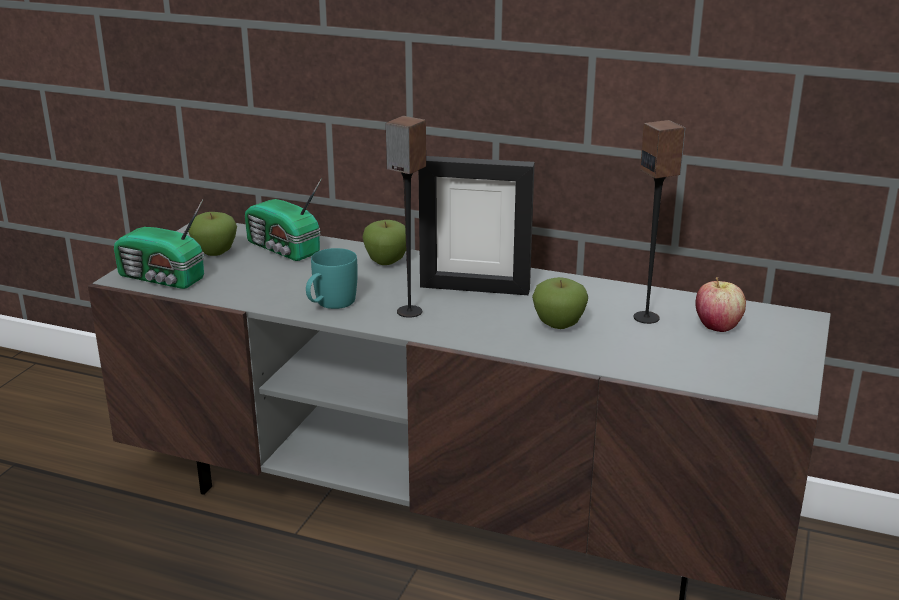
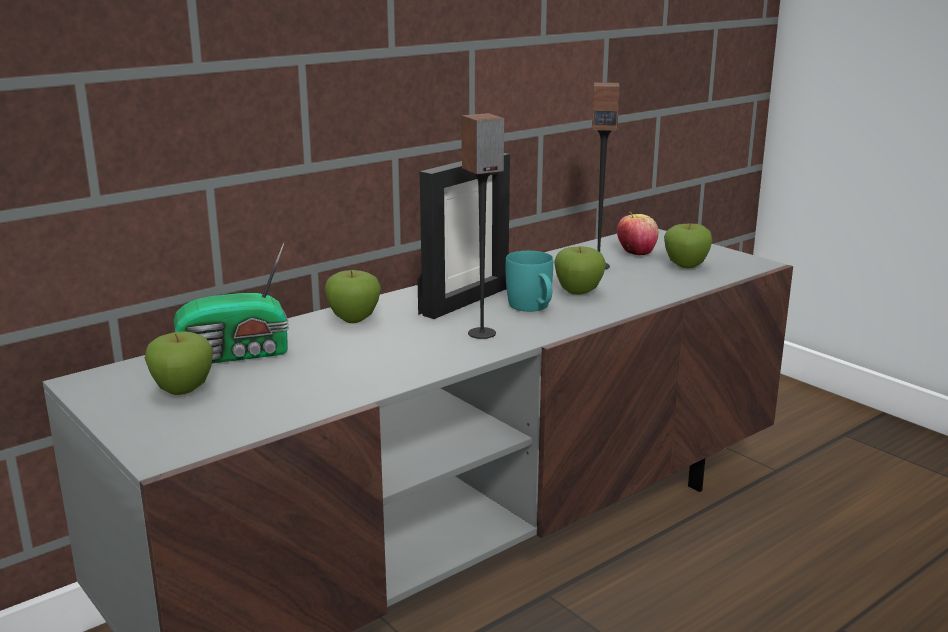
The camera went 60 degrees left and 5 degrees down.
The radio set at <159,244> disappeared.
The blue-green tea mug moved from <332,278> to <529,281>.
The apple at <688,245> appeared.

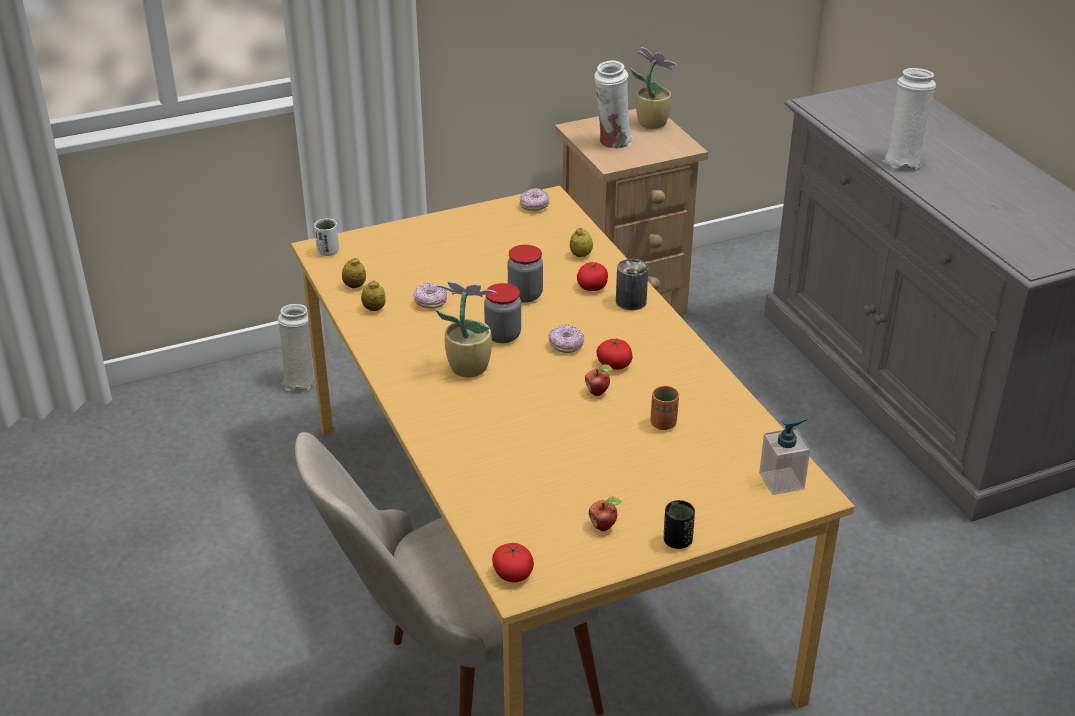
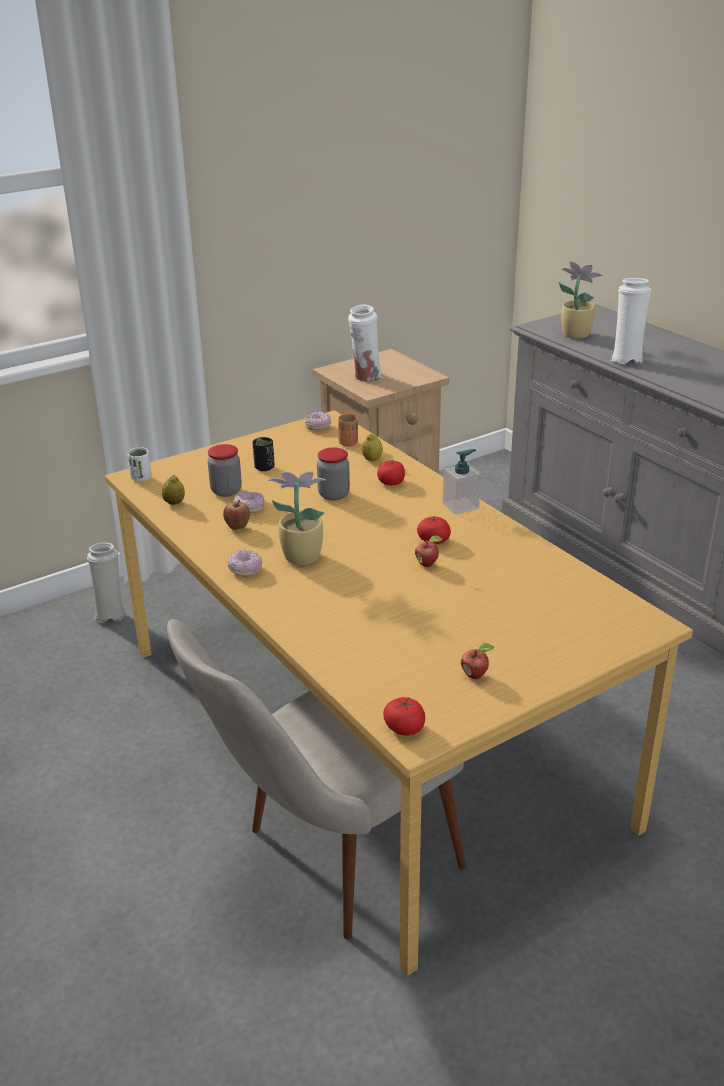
The camera went 10 degrees left and 5 degrees down.
The lemon at <373,296> disappeared.
The storage jar moved from <502,313> to <224,470>.
The donut moved from <566,338> to <245,563>.
The sealed can at <632,284> disappeared.
The plant in a pot moved from <653,88> to <581,300>.
The orange-coloured drinking cup moved from <664,408> to <348,430>.
The blackish drinking cup moved from <679,524> to <263,454>.
The liquid soap bottle moved from <784,456> to <461,482>.
The apple at <236,515> appeared.

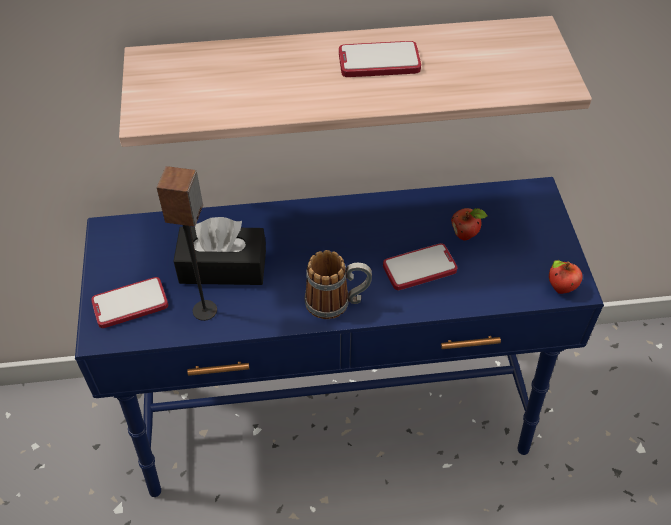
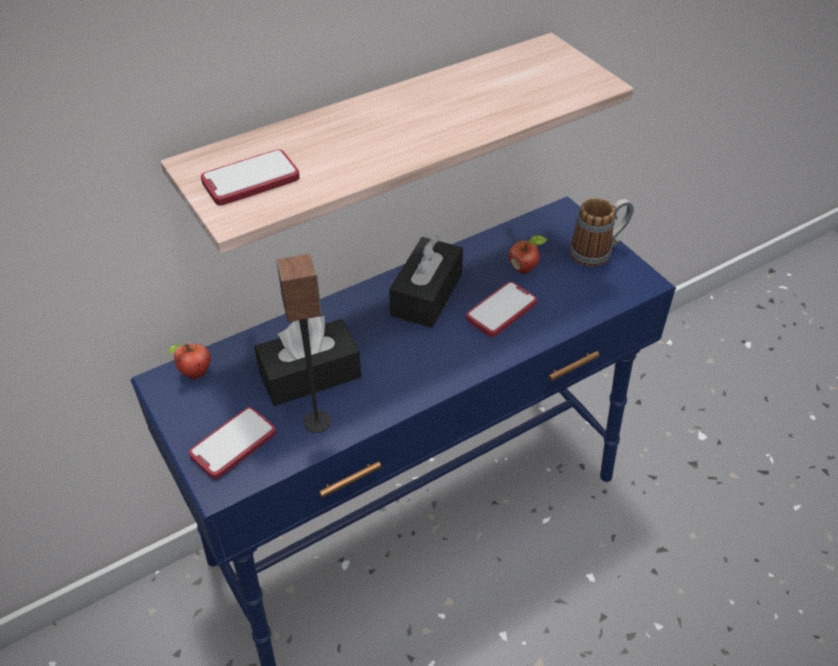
The camera went 25 degrees left and 5 degrees down.
The tea mug moved from <338,284> to <601,232>.
The phone moved from <380,59> to <250,177>.
The apple moved from <566,277> to <190,361>.
The blackish tissue holder at <426,281> appeared.

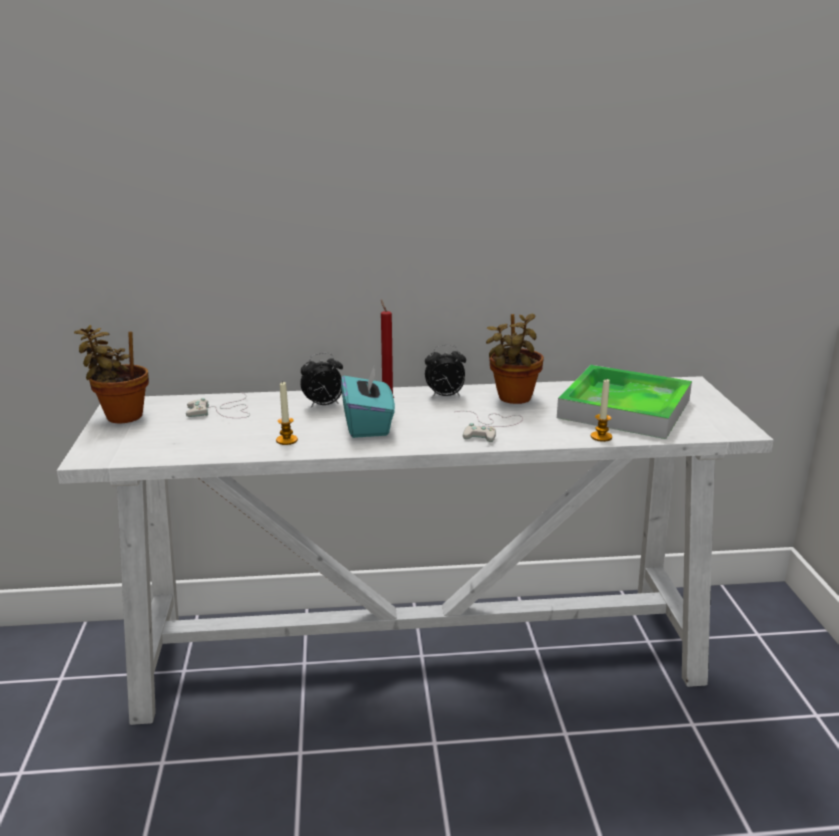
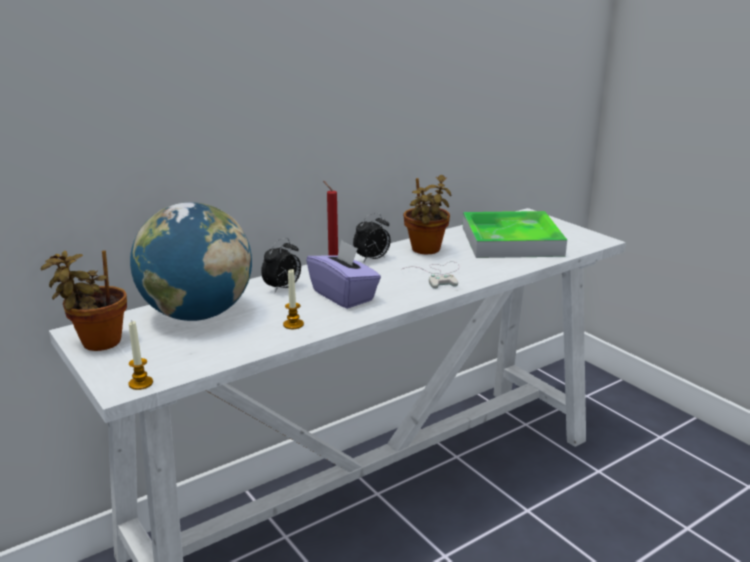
The camera went 30 degrees left and 0 degrees up.
The white joypad at <218,405> was replaced by the world globe at <191,261>.
The blue-green tissue holder at <368,401> became the purple-coloured tissue holder at <343,274>.
The wax candle moved from <601,410> to <140,355>.

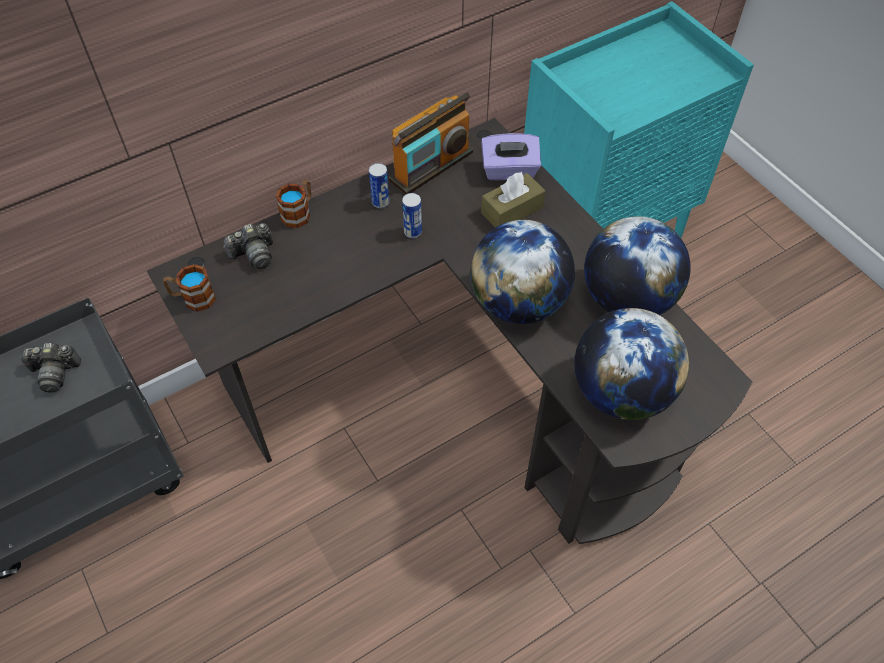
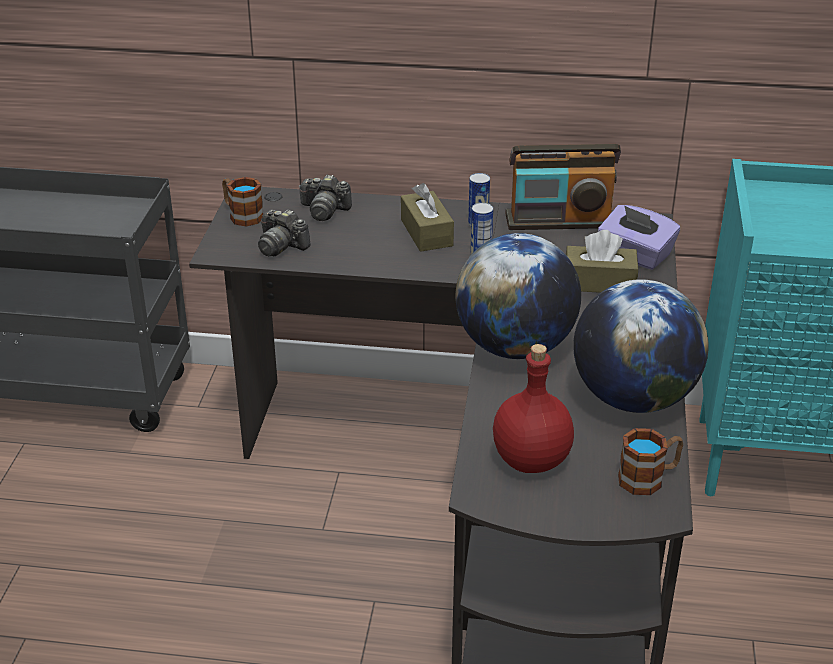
The camera went 40 degrees right and 20 degrees down.
The photo camera moved from <50,367> to <284,233>.
The tea mug moved from <294,204> to <650,461>.
The world globe at <631,364> was replaced by the red beverage bottle at <533,408>.
The brown tissue holder at <427,217> appeared.

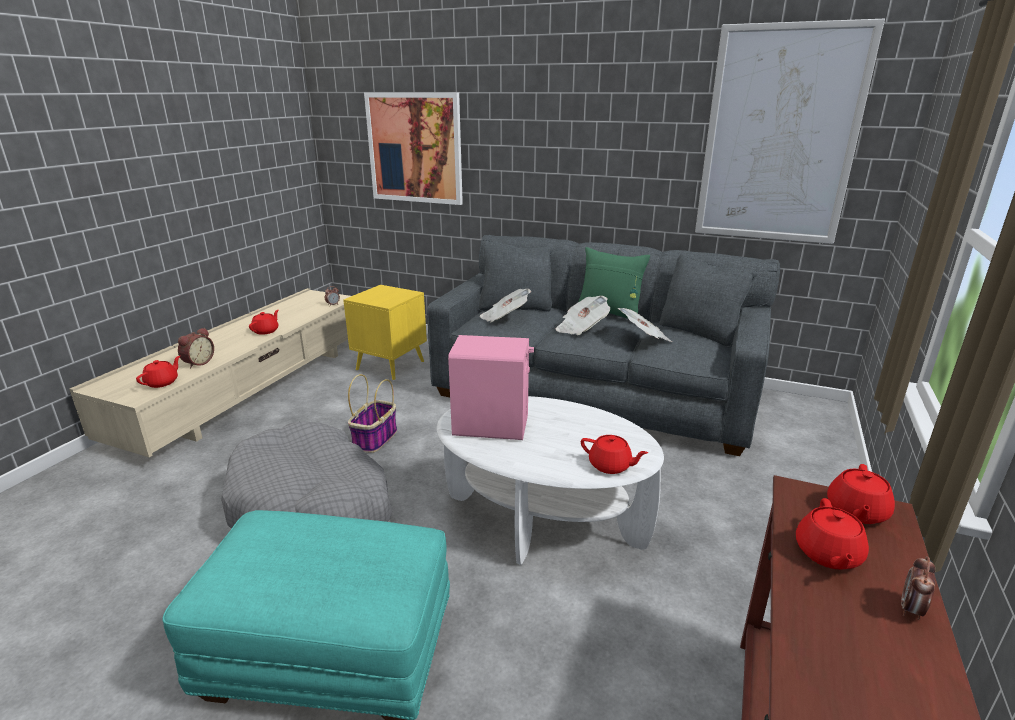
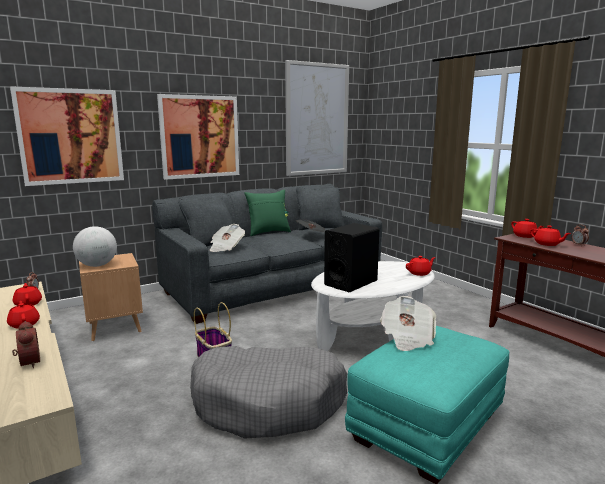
The camera went 55 degrees left and 10 degrees down.
The red teapot moved from <158,372> to <27,294>.
The yellow-coloured side table at <385,333> became the brown side table at <111,297>.
The pink speaker at <491,387> became the blackish speaker at <351,257>.
The newspaper moved from <583,315> to <408,323>.
The world globe at <95,246> appeared.
The wall picture at <198,137> appeared.

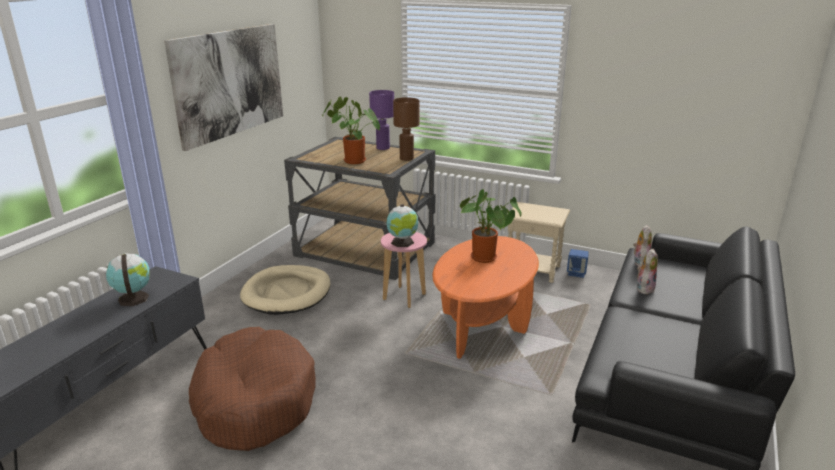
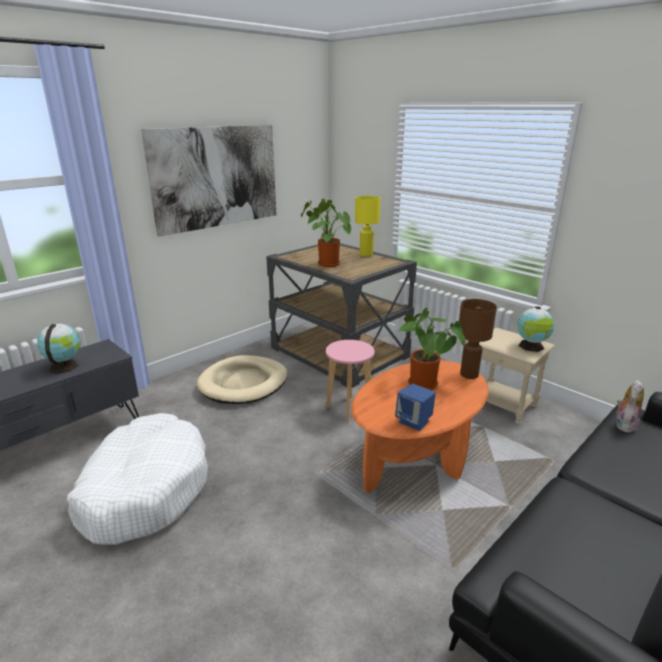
The camera went 20 degrees right and 0 degrees up.
The brown pet bed at <252,389> became the white pet bed at <137,479>.
The purple-coloured lamp for a table at <381,120> became the yellow-coloured lamp for a table at <368,226>.
The world globe moved from <402,225> to <536,329>.
The brown lamp for a table moved from <406,129> to <478,339>.
The blue speaker moved from <578,263> to <415,407>.
The cuddly toy at <647,271> disappeared.

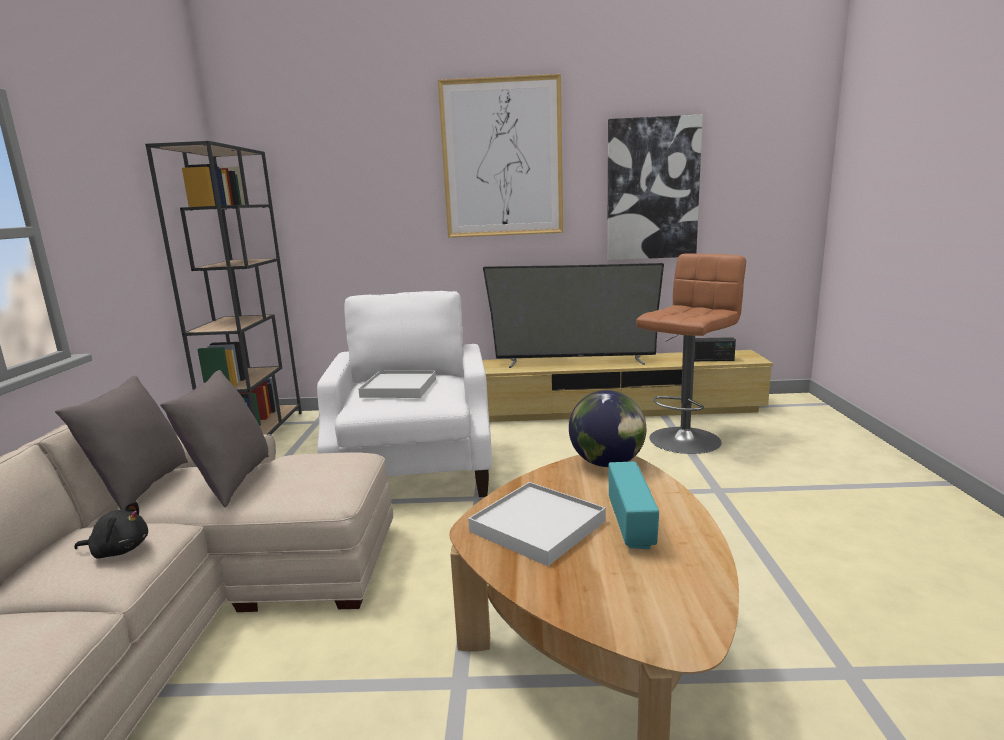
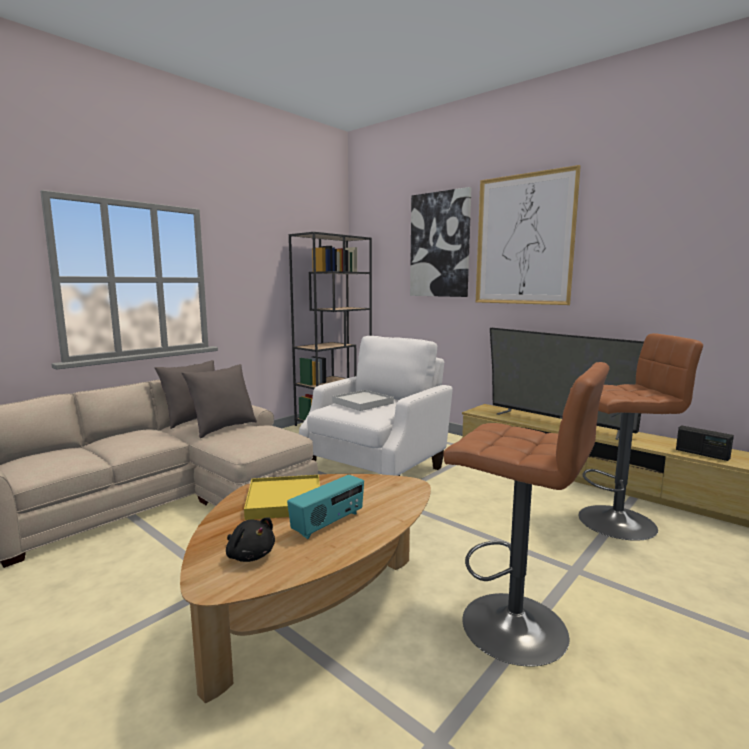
The camera went 40 degrees right and 5 degrees down.
The blackish cuddly toy moved from <111,530> to <250,539>.
The white carrying tray at <537,524> became the yellow-coloured carrying tray at <282,497>.
The world globe at <607,428> disappeared.
The wall picture moved from <655,187> to <440,242>.
The brown sitting stool at <526,514> appeared.

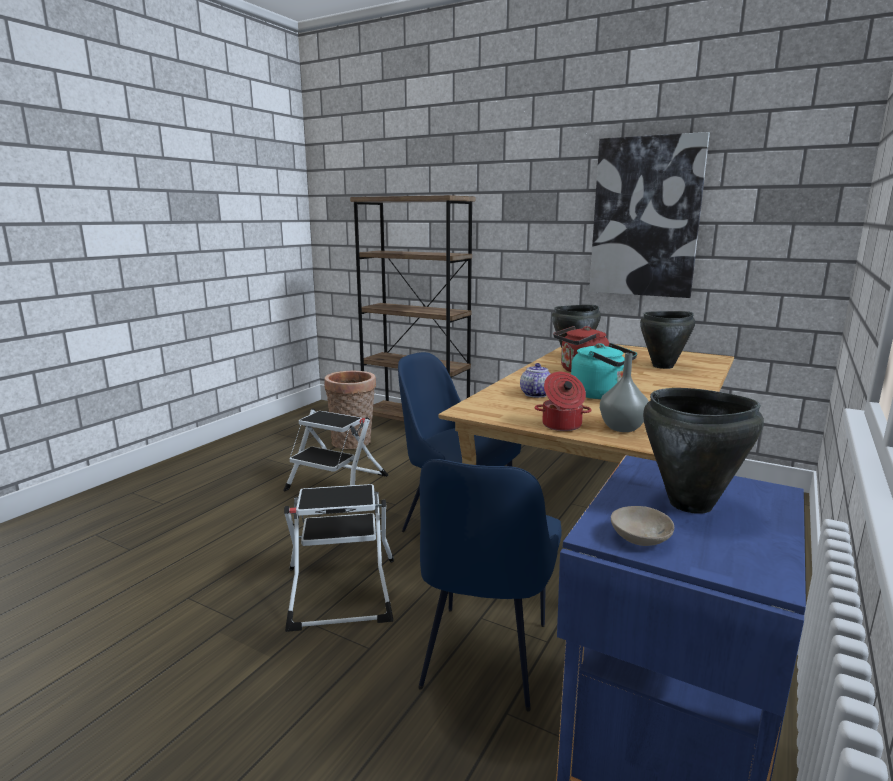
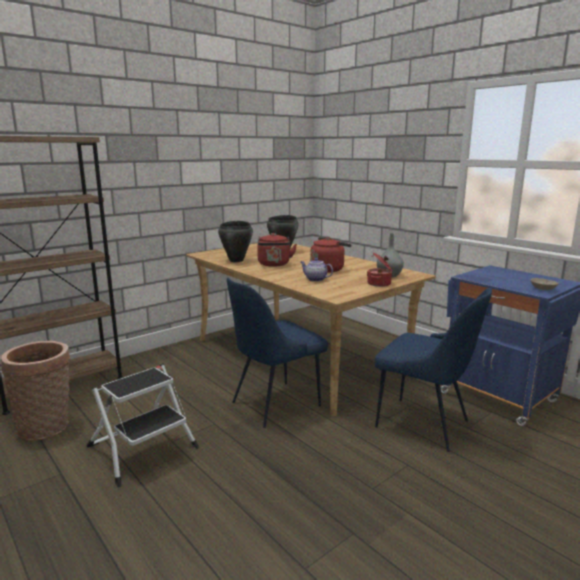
The camera went 70 degrees left and 0 degrees up.
The step ladder at <339,558> disappeared.
The blue-green water kettle at <604,371> became the red water kettle at <331,255>.
The wall picture at <649,215> disappeared.
The blackish stockpot at <703,451> disappeared.

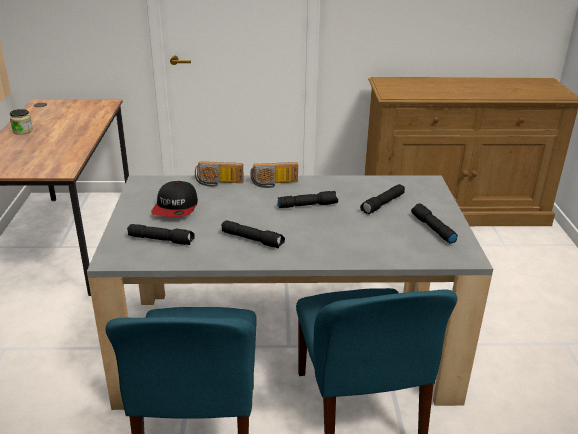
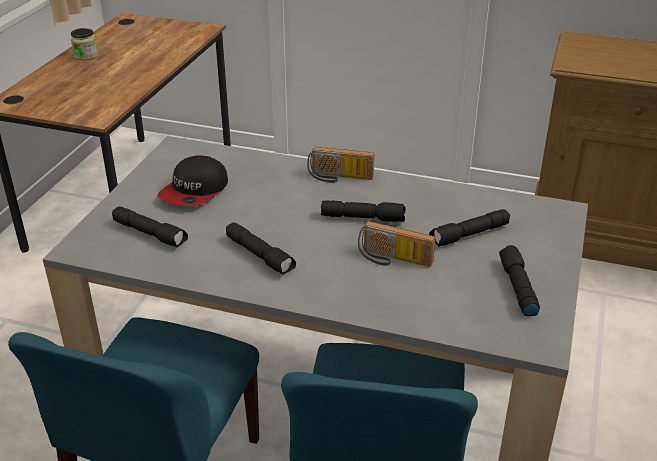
The camera went 20 degrees right and 5 degrees up.
The radio set moved from <219,174> to <397,244>.

